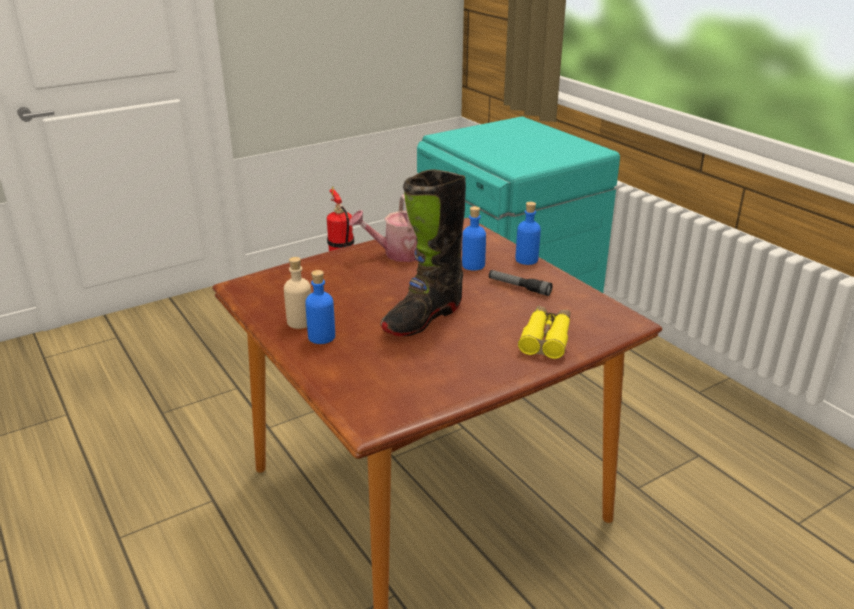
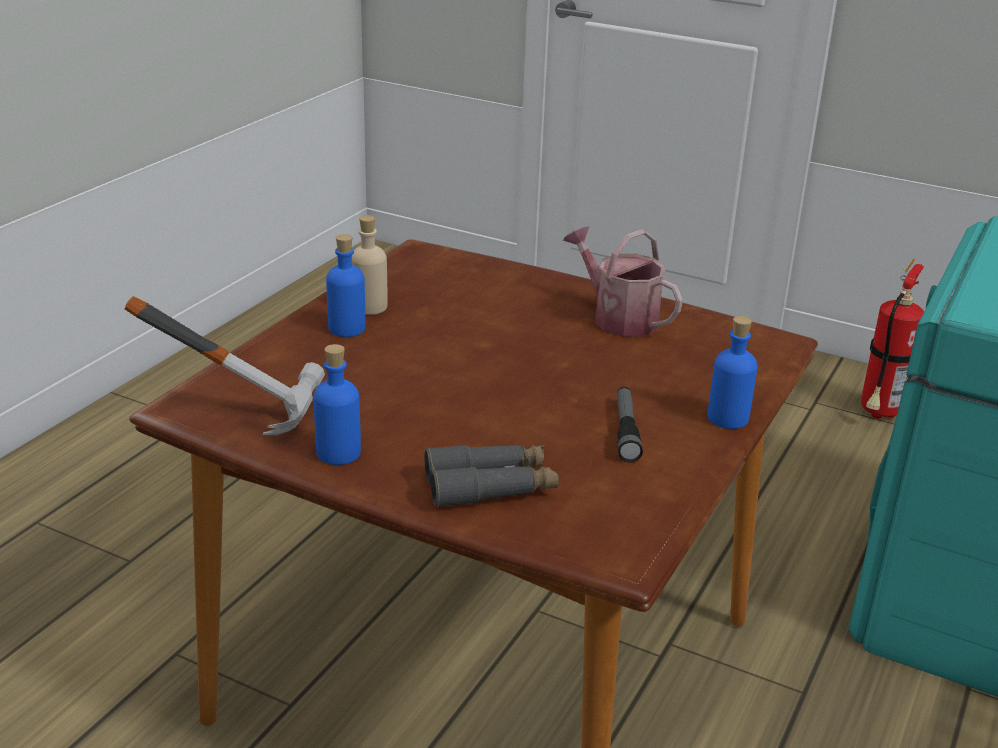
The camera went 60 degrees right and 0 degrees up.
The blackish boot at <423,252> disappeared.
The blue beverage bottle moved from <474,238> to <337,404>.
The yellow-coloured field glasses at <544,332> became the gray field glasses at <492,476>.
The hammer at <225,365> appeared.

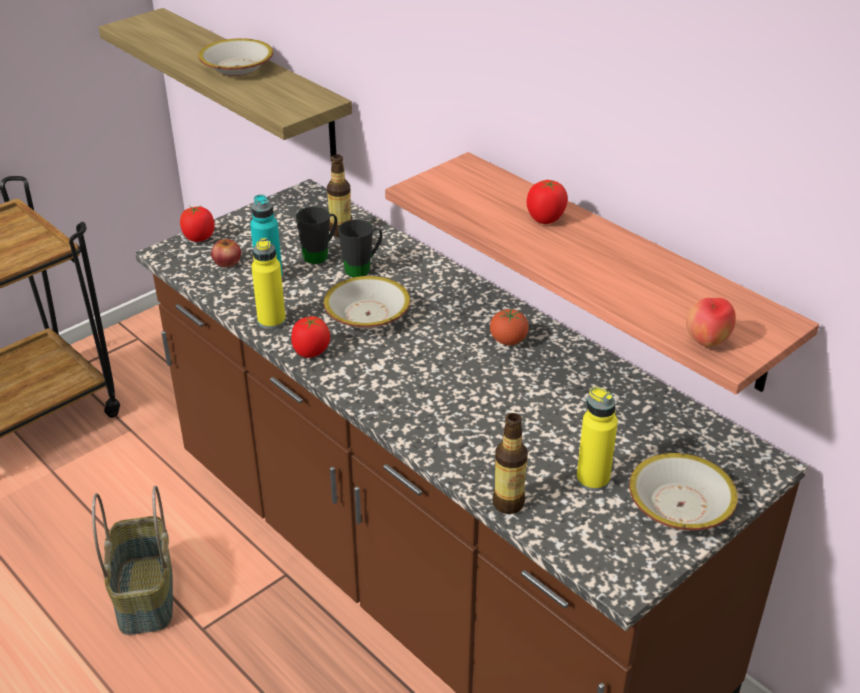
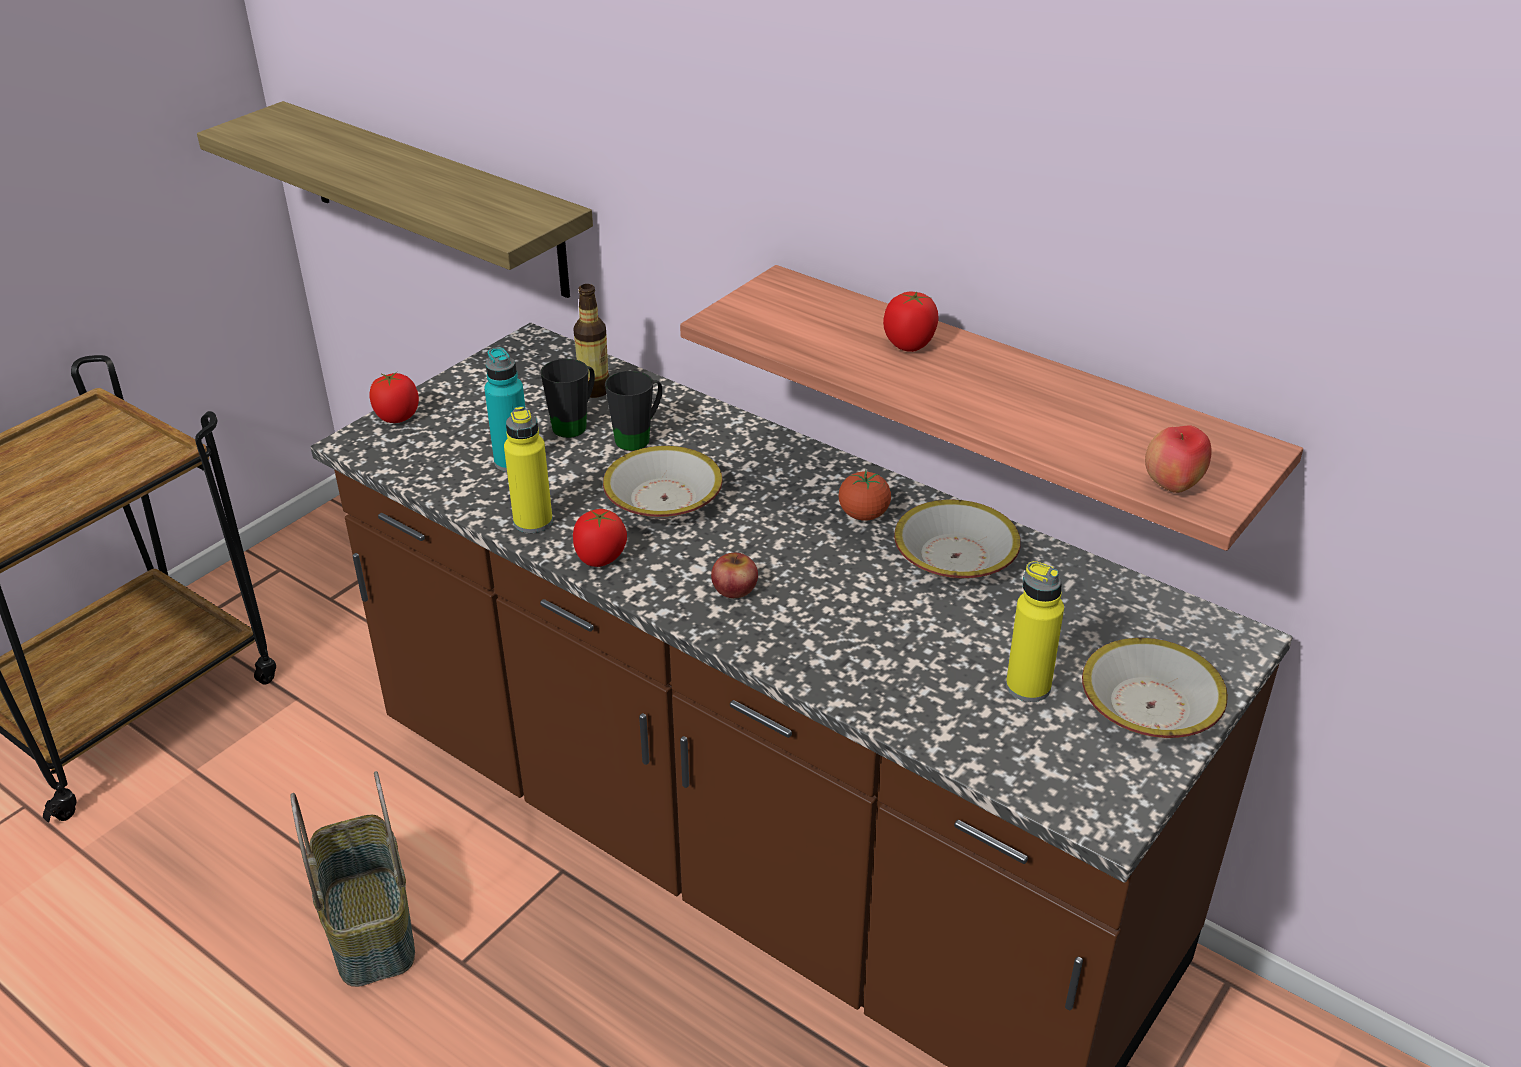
The camera went 10 degrees left and 0 degrees up.
The deep dish moved from <236,57> to <957,539>.
The apple moved from <226,253> to <734,575>.
The beverage bottle at <510,463> disappeared.

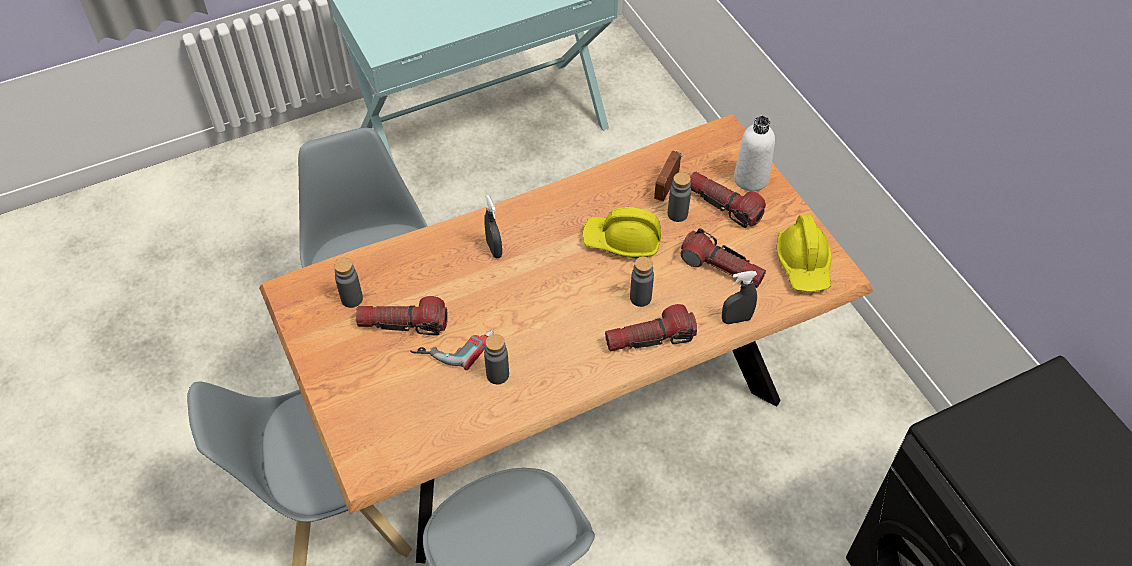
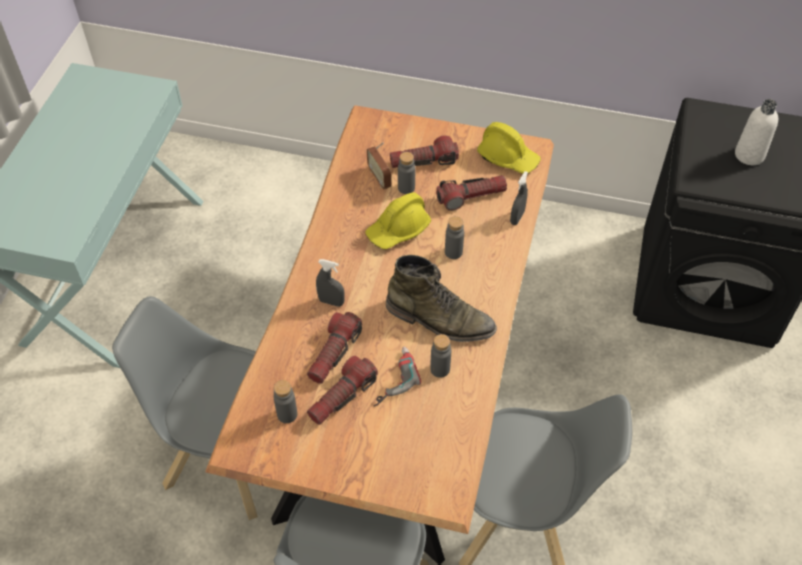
The camera went 50 degrees left and 0 degrees up.
The hand torch moved from <651,327> to <334,348>.
The white beverage bottle moved from <754,153> to <756,132>.
The greenish boot at <441,298> appeared.

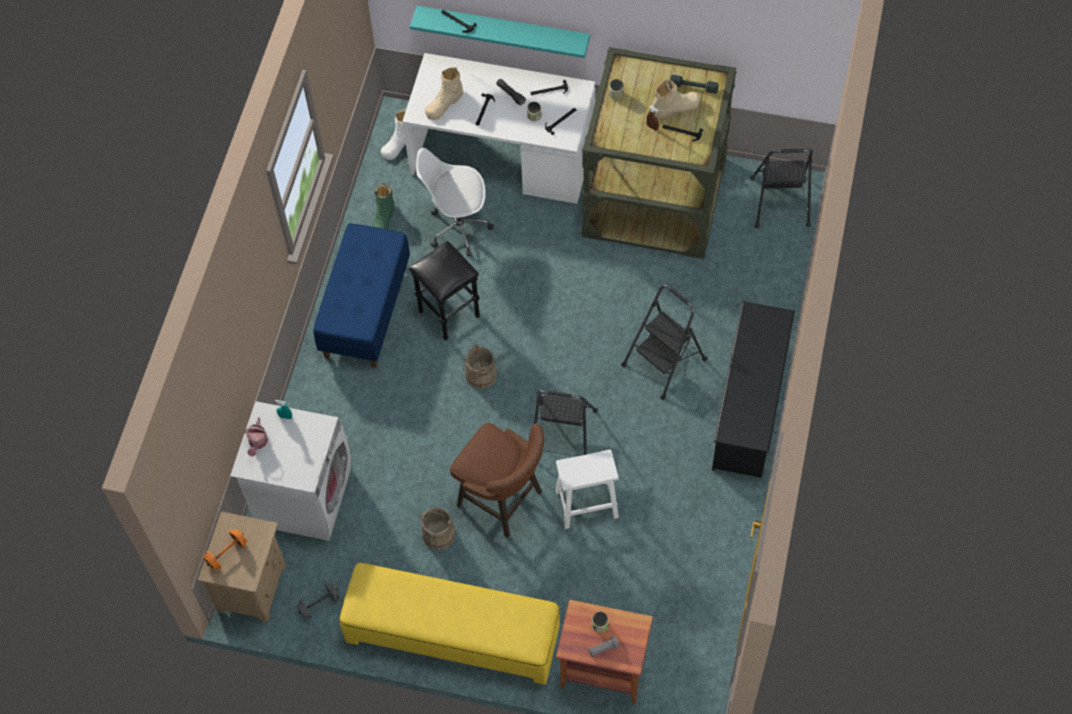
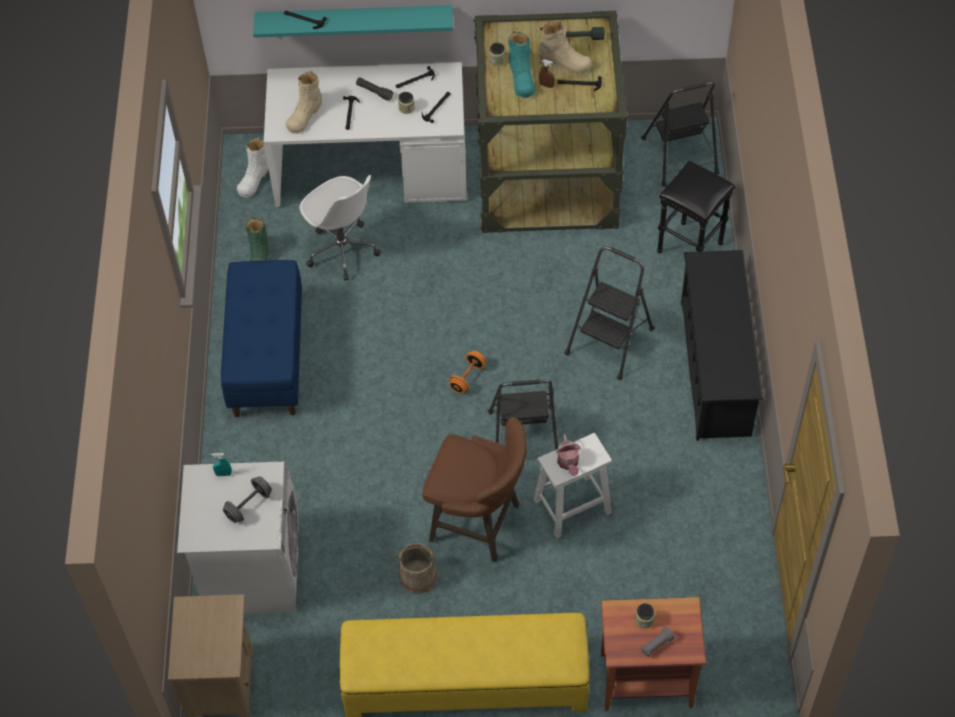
The camera went 15 degrees left and 5 degrees down.
The orange-coloured hand weight moved from <225,549> to <467,372>.
The watering can moved from <256,437> to <568,455>.
The gray hand weight moved from <318,601> to <247,499>.
The blackish sitting stool moved from <444,290> to <696,207>.
The white desk chair at <455,202> turned 120 degrees counterclockwise.
The beige-coloured water bucket at <481,366> disappeared.
The beige-coloured boot at <676,99> turned 60 degrees clockwise.
The blue-green boot at <521,64> appeared.

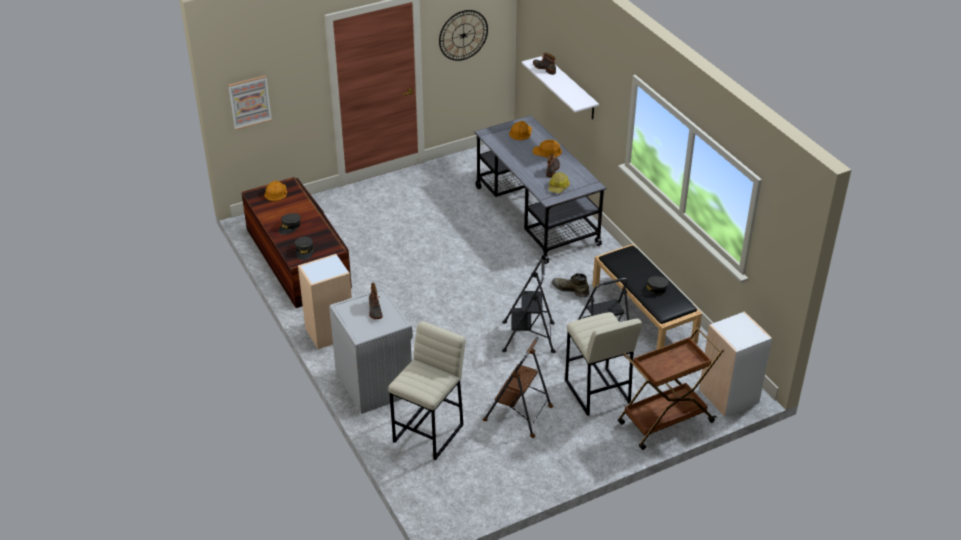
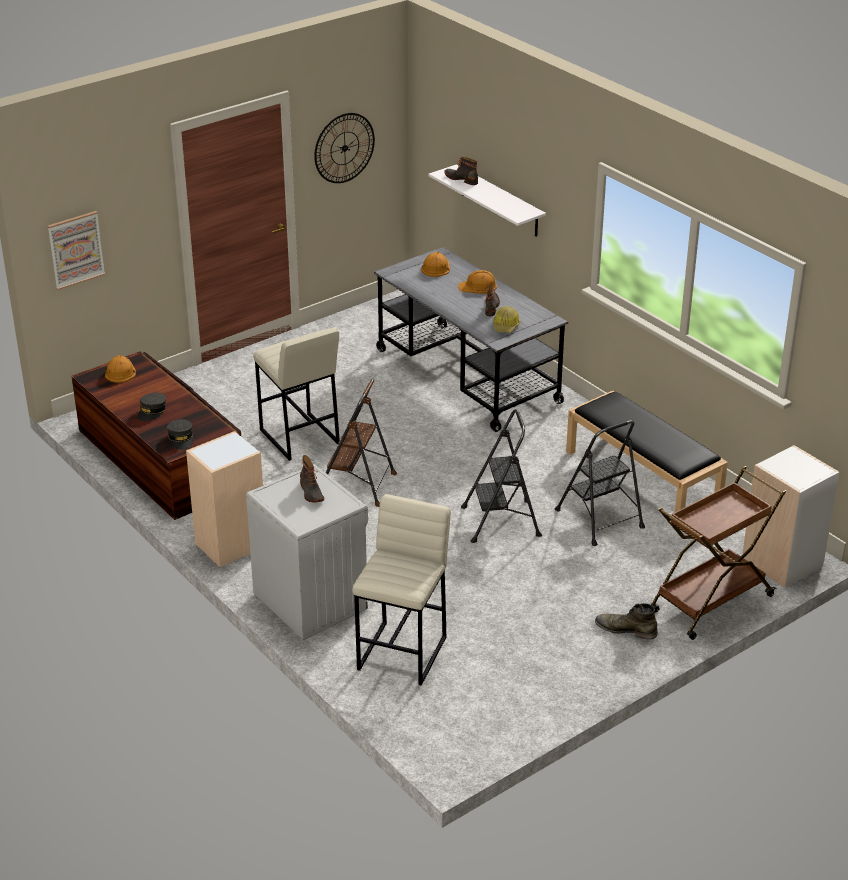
The camera went 10 degrees left and 5 degrees down.
The brown step ladder moved from <517,387> to <361,443>.
The greenish boot moved from <571,285> to <626,621>.
The beige-coloured sitting stool moved from <603,364> to <296,394>.
The gray baseball cap at <655,286> disappeared.

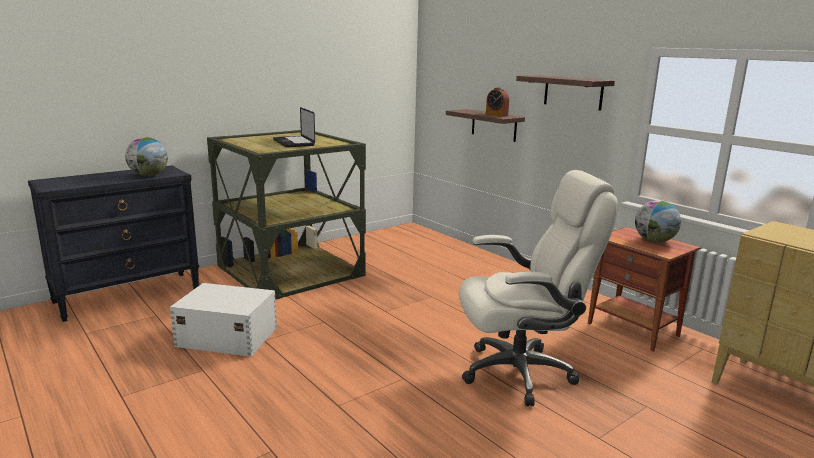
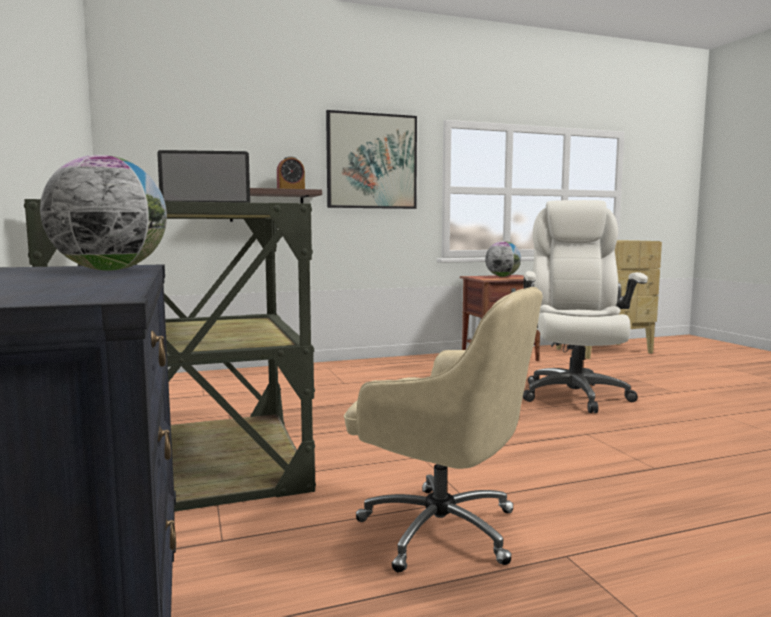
The camera went 70 degrees left and 10 degrees down.
The white storage bin at <223,320> was replaced by the beige-coloured desk chair at <443,429>.
The bracket shelf at <565,93> was replaced by the wall picture at <371,159>.

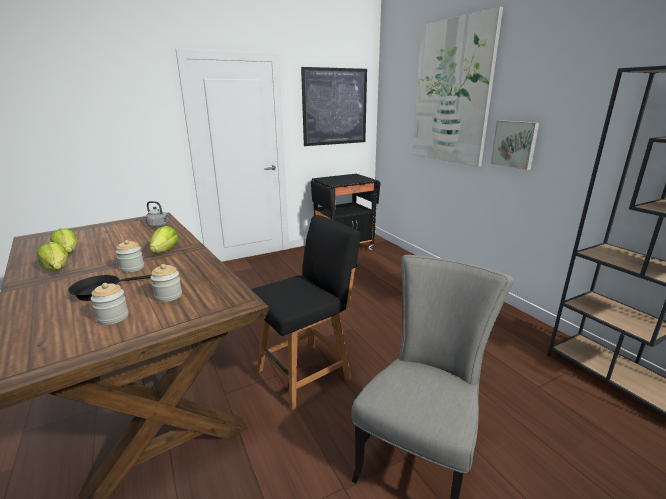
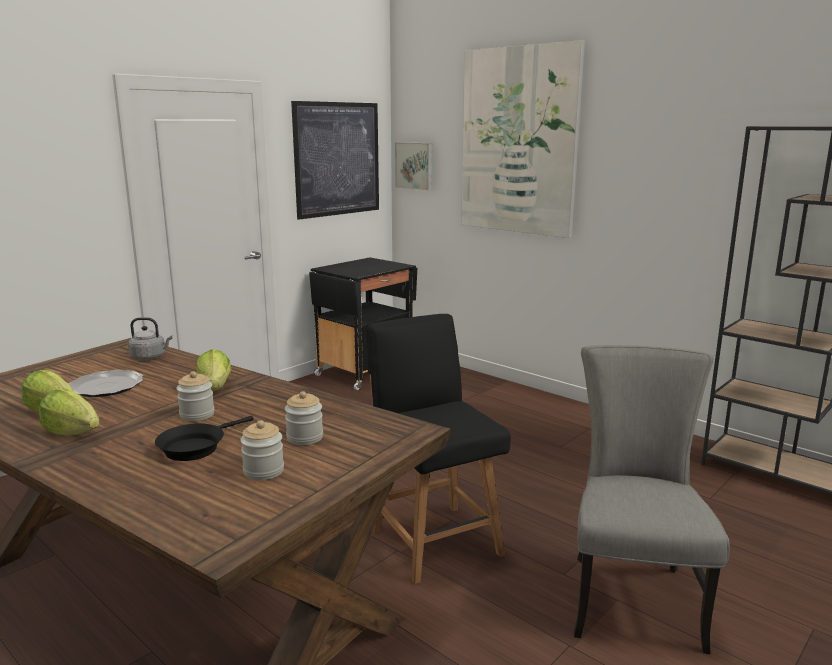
The camera went 20 degrees left and 5 degrees down.
The blackish upright chair at <305,313> turned 60 degrees counterclockwise.
The wall picture moved from <514,145> to <414,166>.
The flat dish at <106,383> appeared.

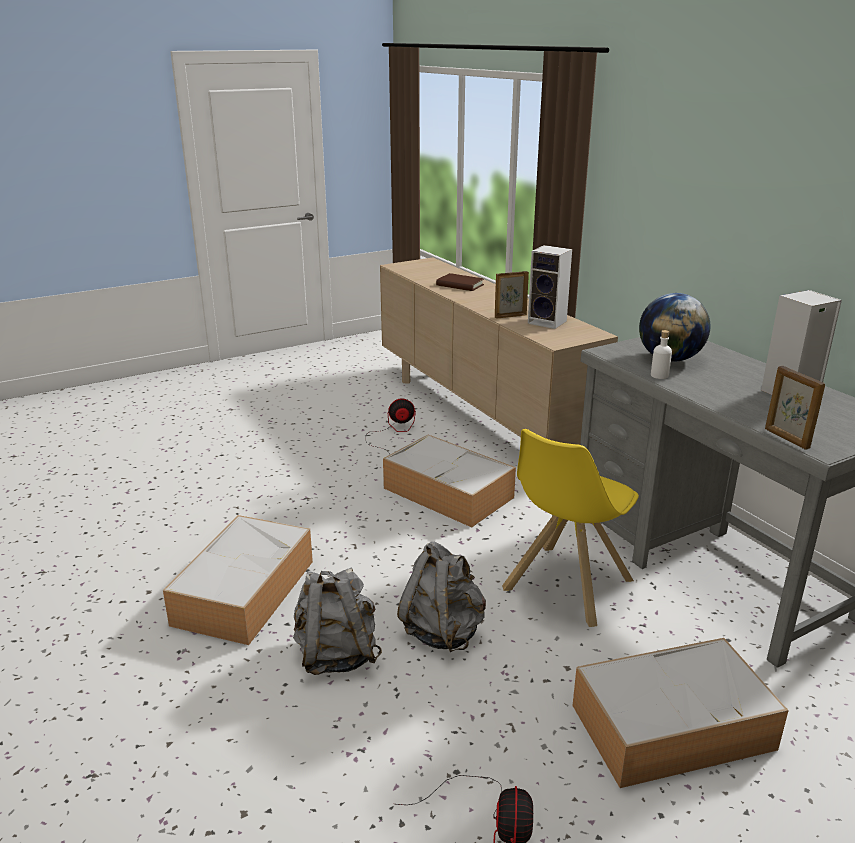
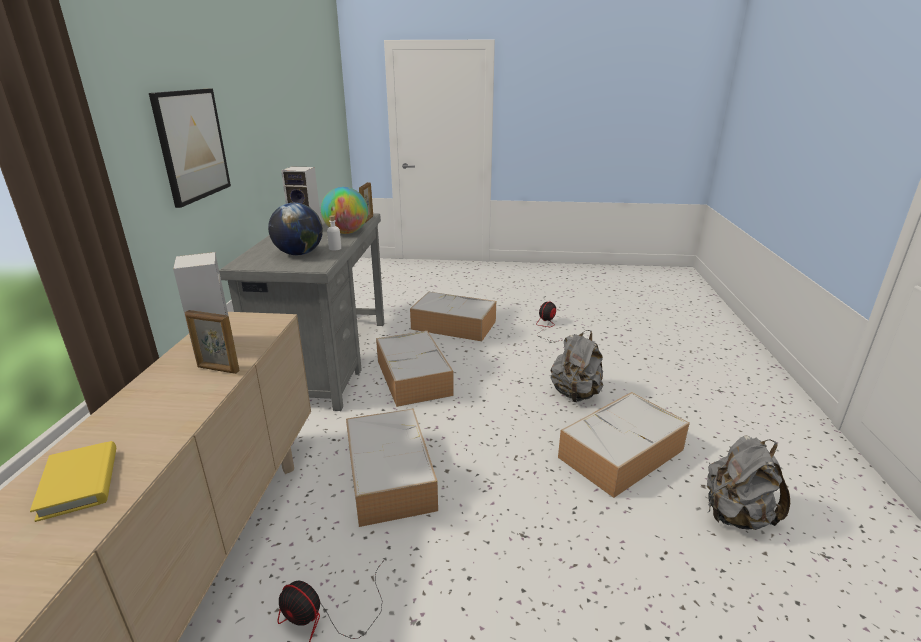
The camera went 145 degrees left and 0 degrees up.
The gray knapsack moved from <441,597> to <748,482>.
The brown bound book at <460,282> became the yellow-coloured bound book at <73,481>.
The yellow-coloured upright chair at <570,528> was replaced by the storage bin at <415,369>.
The wall picture at <190,148> appeared.
The world globe at <344,210> appeared.

